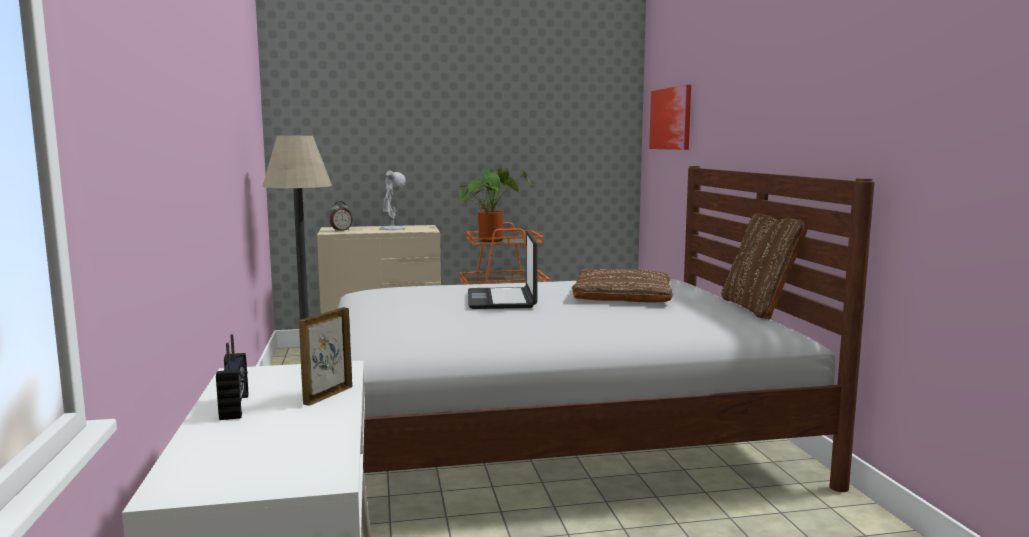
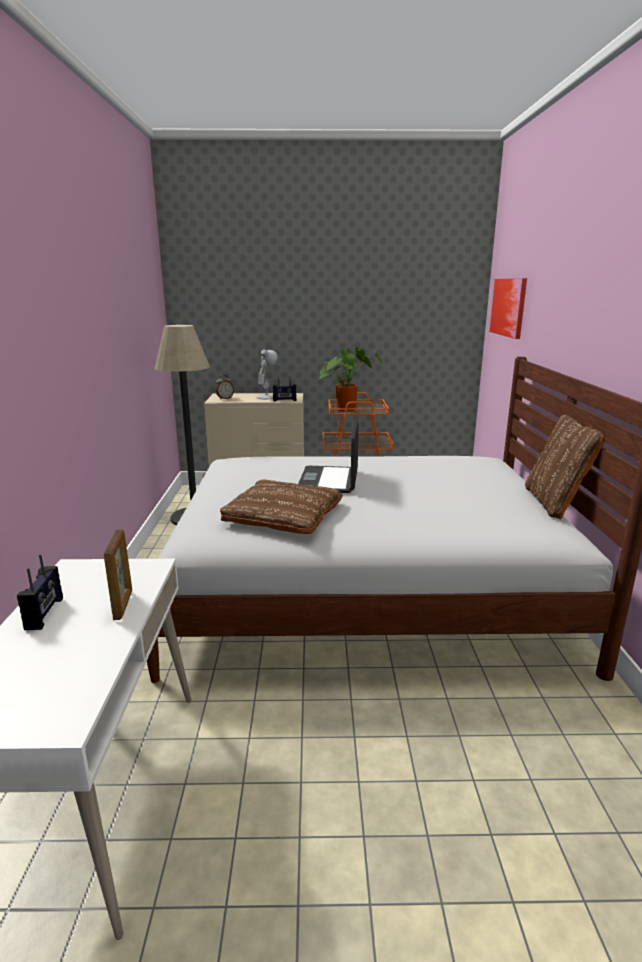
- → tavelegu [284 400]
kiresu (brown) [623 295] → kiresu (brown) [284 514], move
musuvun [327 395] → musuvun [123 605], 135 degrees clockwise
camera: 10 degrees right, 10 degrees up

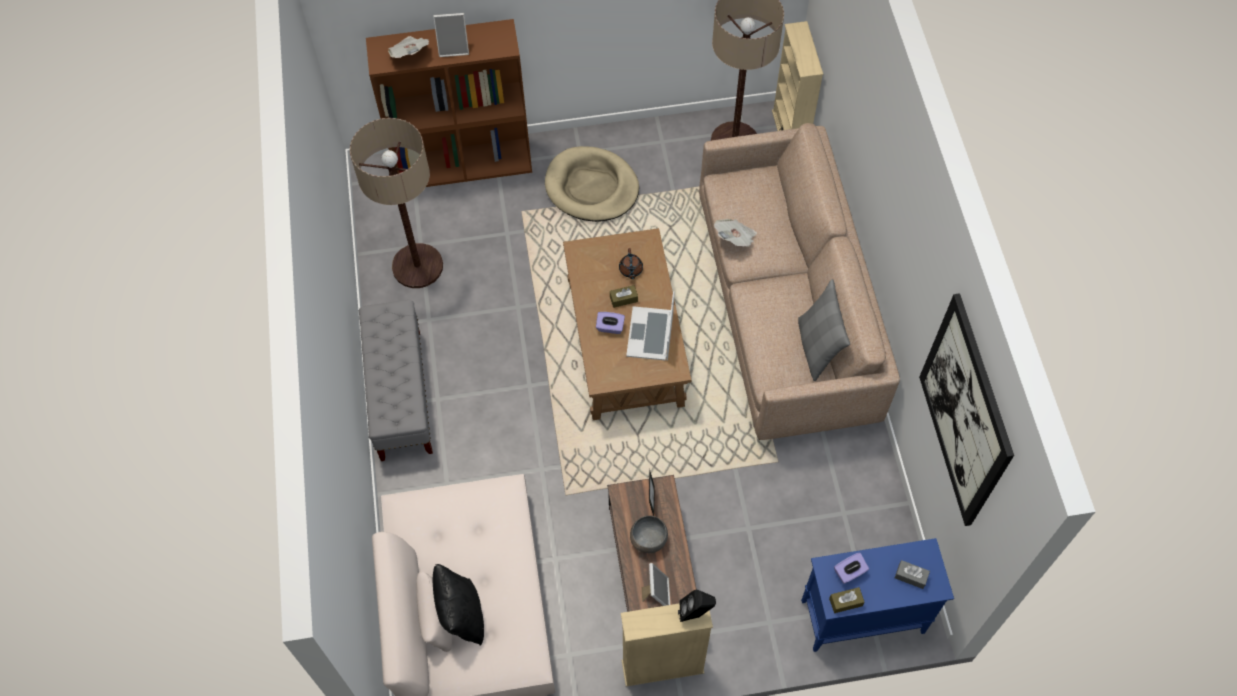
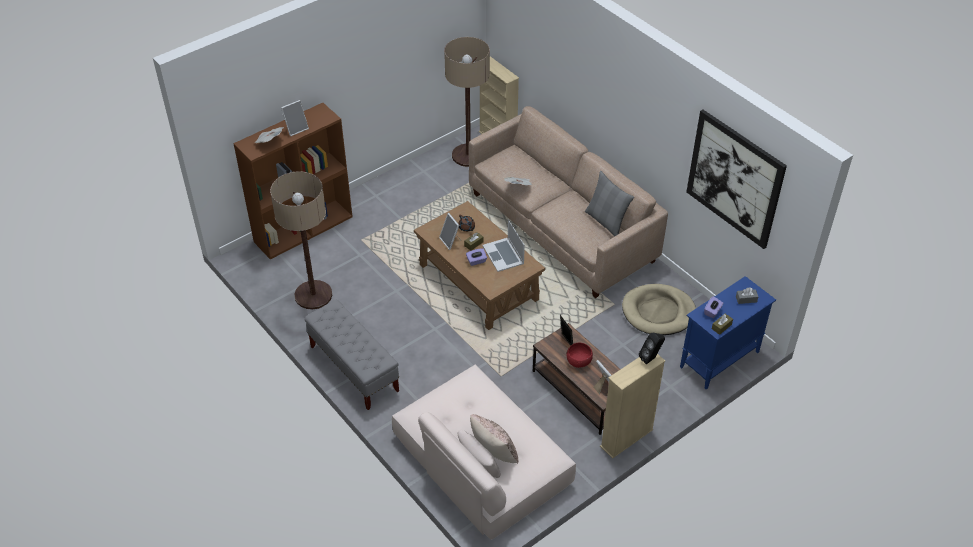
- → musuvun [450 241]
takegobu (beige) [591 187] → takegobu (beige) [658 312], move
kiresu (black) [461 615] → kiresu (beige) [493 453]
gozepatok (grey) [648 539] → gozepatok (red) [578 361]
camera: 30 degrees left, 15 degrees down

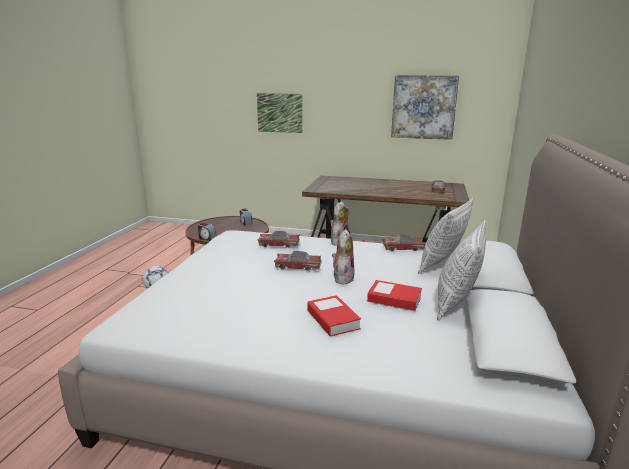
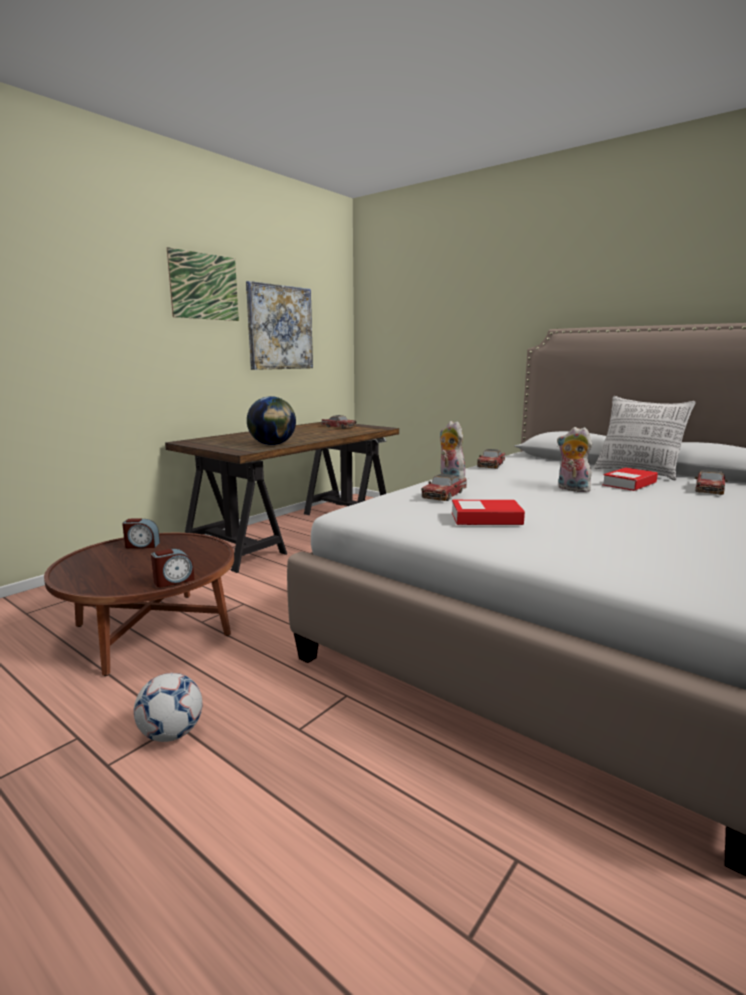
kiresu [442 265] → -
- → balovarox [272 444]
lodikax [279 113] → lodikax [204 286], move
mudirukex [298 266] → mudirukex [709 489], move
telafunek [333 319] → telafunek [486 519], move
camera: 65 degrees left, 5 degrees down

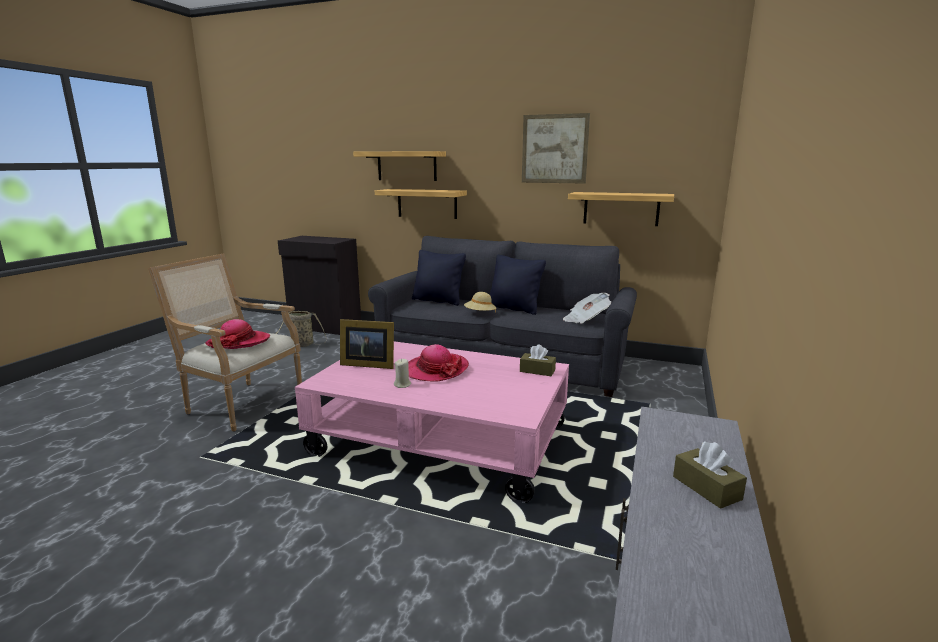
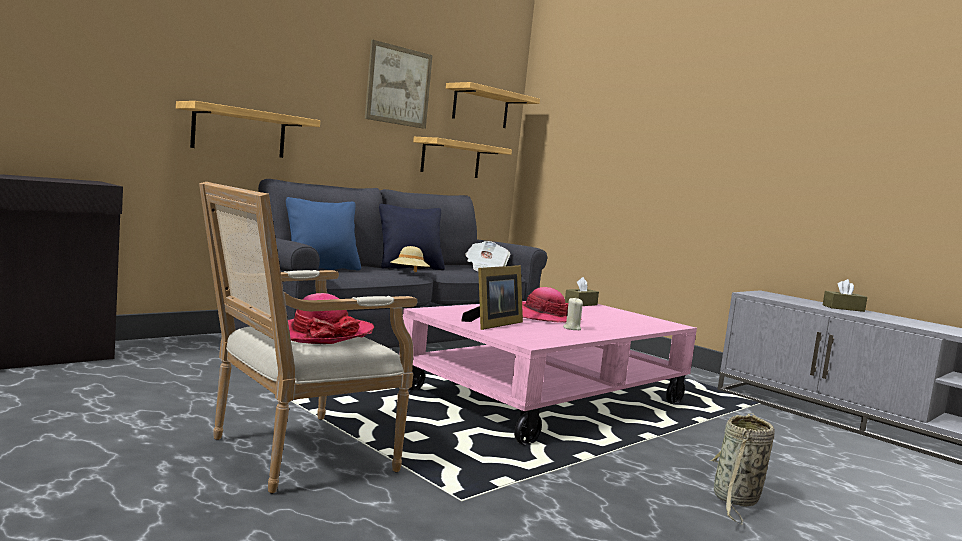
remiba [300 345] → remiba [735 501], move
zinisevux [406 166] → zinisevux [481 107], move
kiresu (black) [438 301] → kiresu (blue) [322 268]
camera: 65 degrees left, 10 degrees down

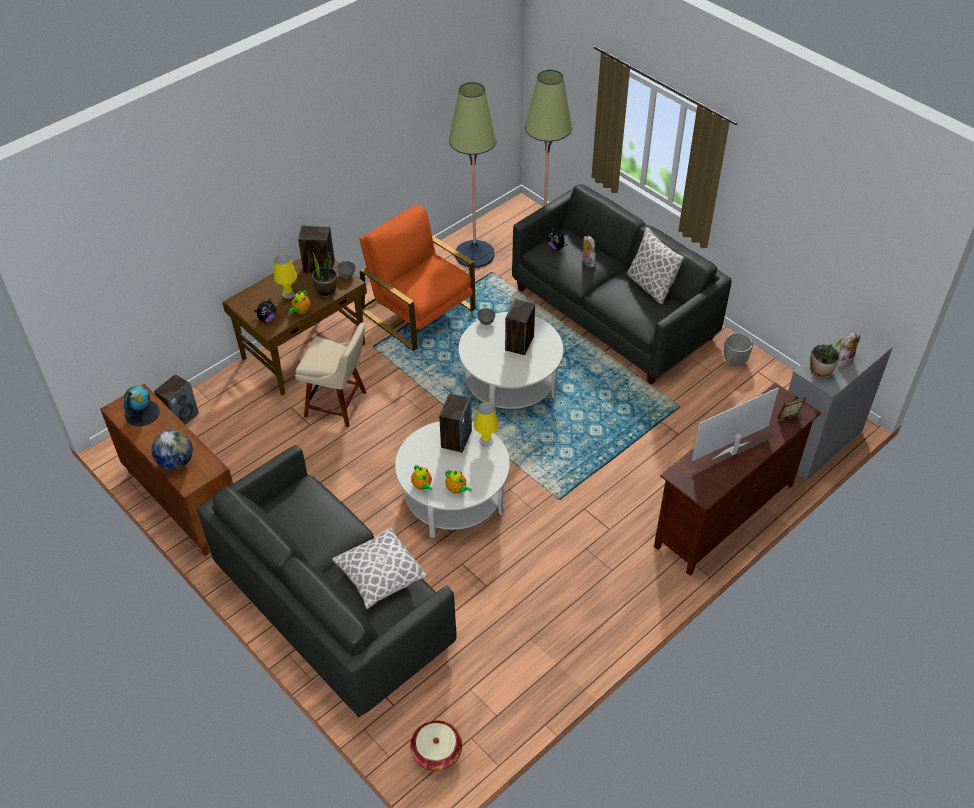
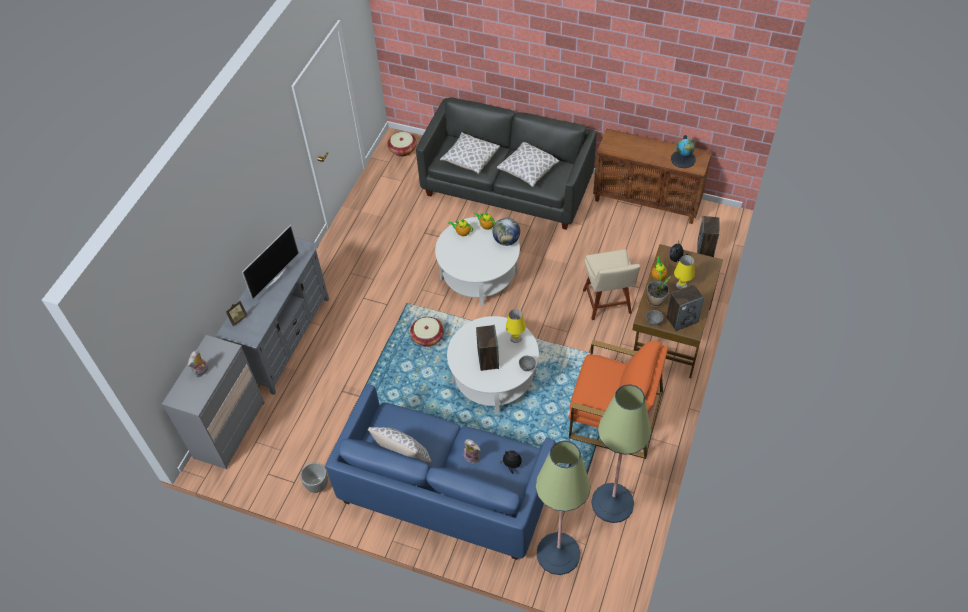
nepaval [456 439] → -
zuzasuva [820 371] → -
- → remiba [427 337]
- → kiresu [528 171]
balovarox [176 462] → balovarox [506 240], move
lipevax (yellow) [486 441] → lipevax (yellow) [515 338], move
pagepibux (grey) [613 313] → pagepibux (blue) [445 490]
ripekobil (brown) [725 516] → ripekobil (grey) [286 340]
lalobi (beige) [339 405] → lalobi (beige) [607 304], 90 degrees counterclockwise
camera: 155 degrees right, 5 degrees up

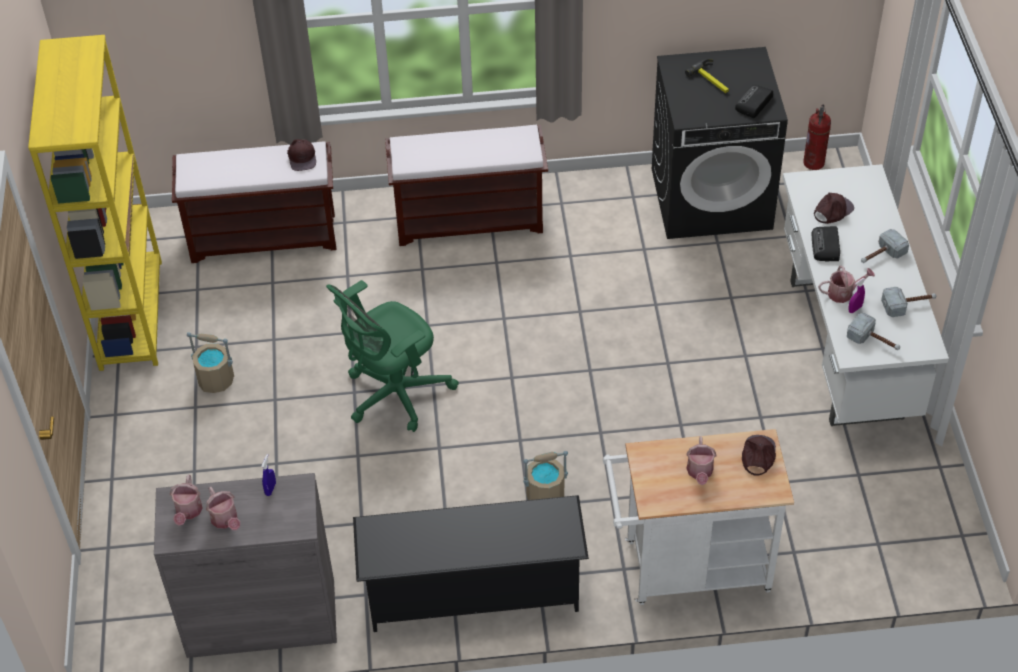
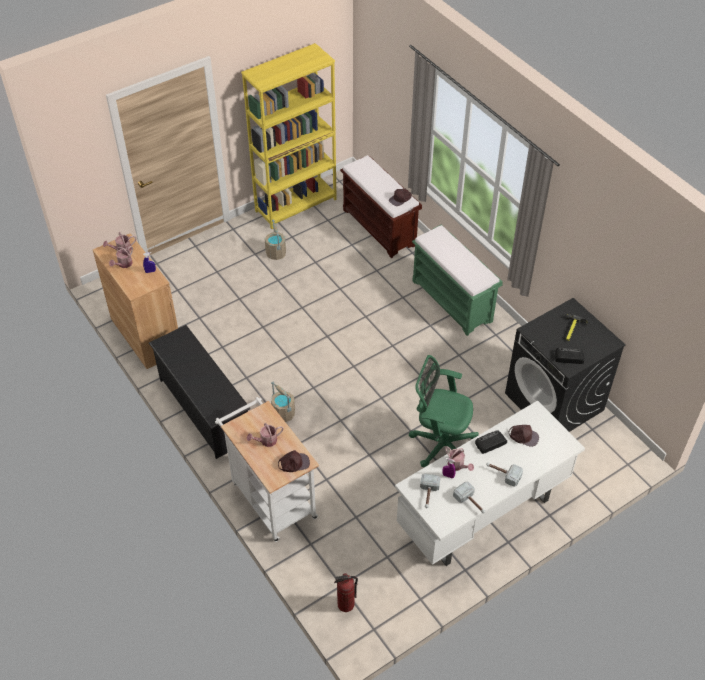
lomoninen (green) [393 395] → lomoninen (green) [440 444], move
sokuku [814 163] → sokuku [345 605], move
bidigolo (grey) [261 618] → bidigolo (brown) [146 335]
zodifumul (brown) [470 220] → zodifumul (green) [453 301]
camera: 60 degrees right, 0 degrees up

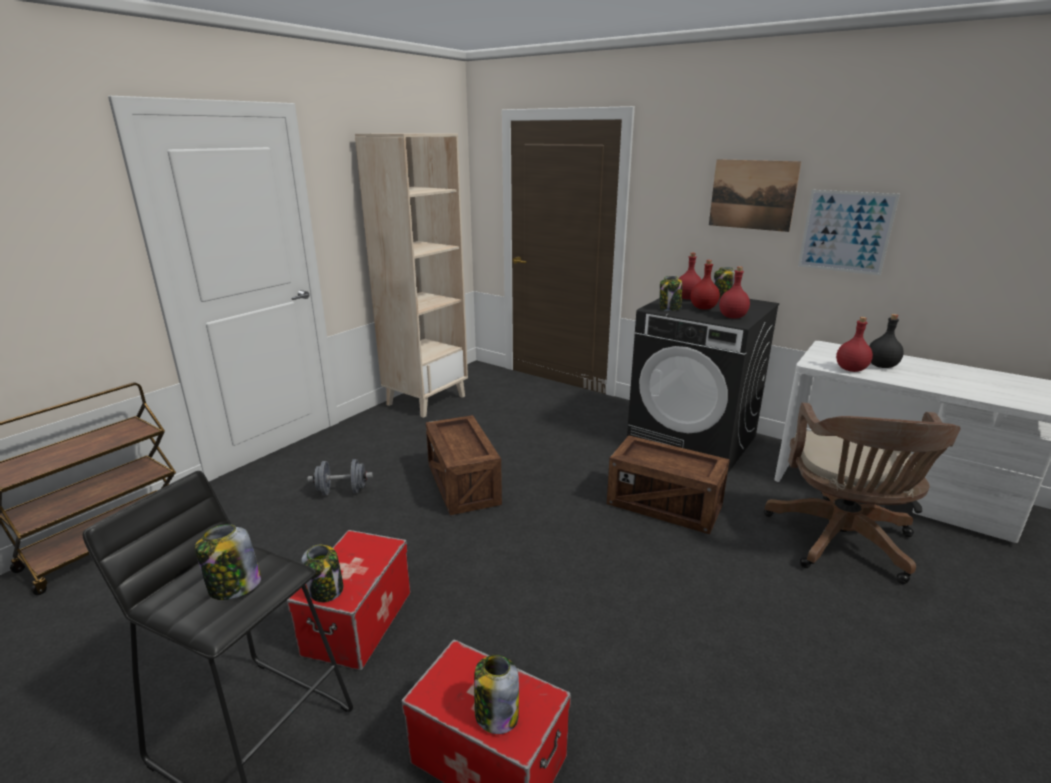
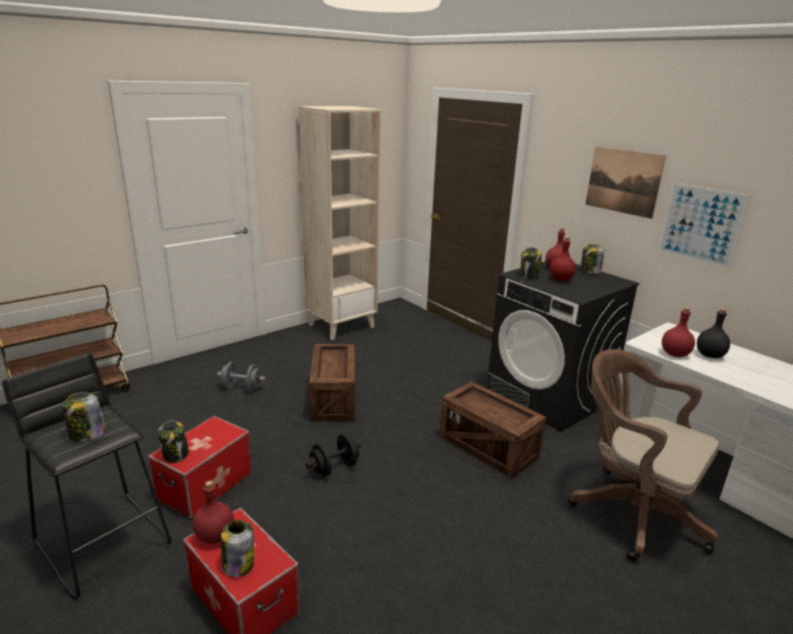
- → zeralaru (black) [334 468]
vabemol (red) [733 317] → vabemol (red) [215 536], move
lomoninen (brown) [842 543] → lomoninen (brown) [631 511], 105 degrees clockwise
camera: 15 degrees right, 0 degrees up

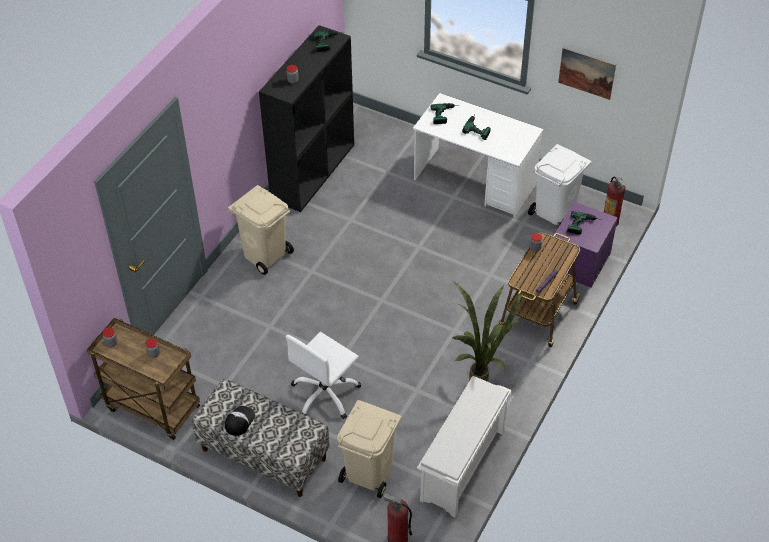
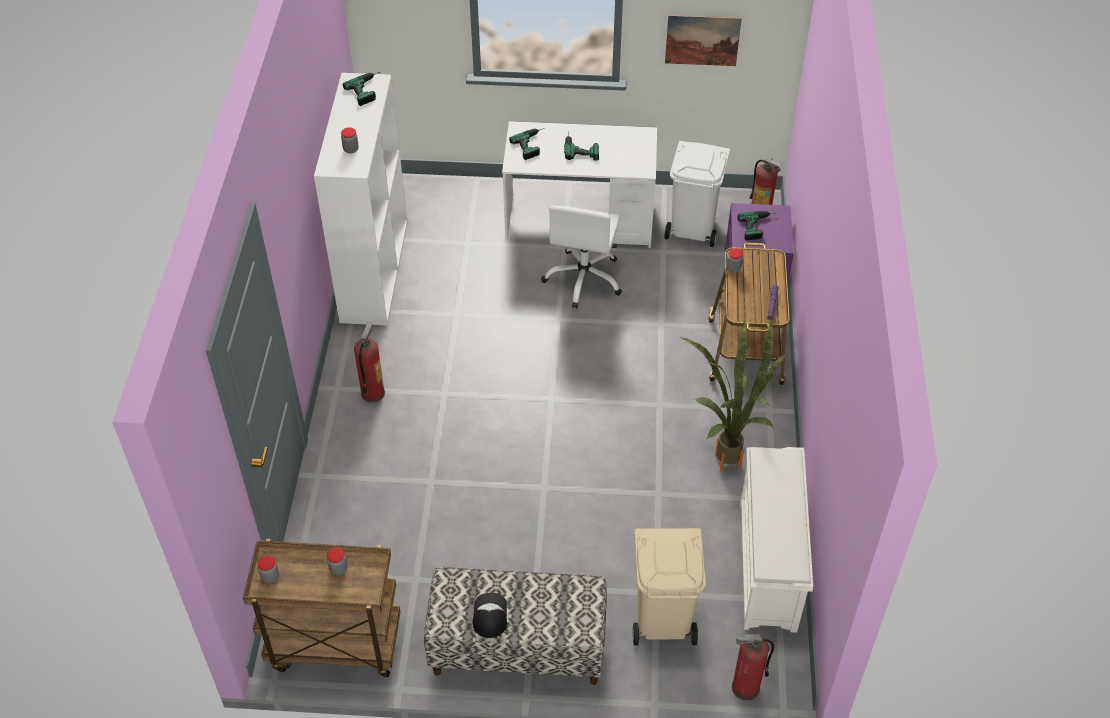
lomoninen (white) [325 394] → lomoninen (white) [584 279], move
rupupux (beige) [265 254] → sokuku [372 393]
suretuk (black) [312 171] → suretuk (white) [373 270]
camera: 25 degrees left, 0 degrees up

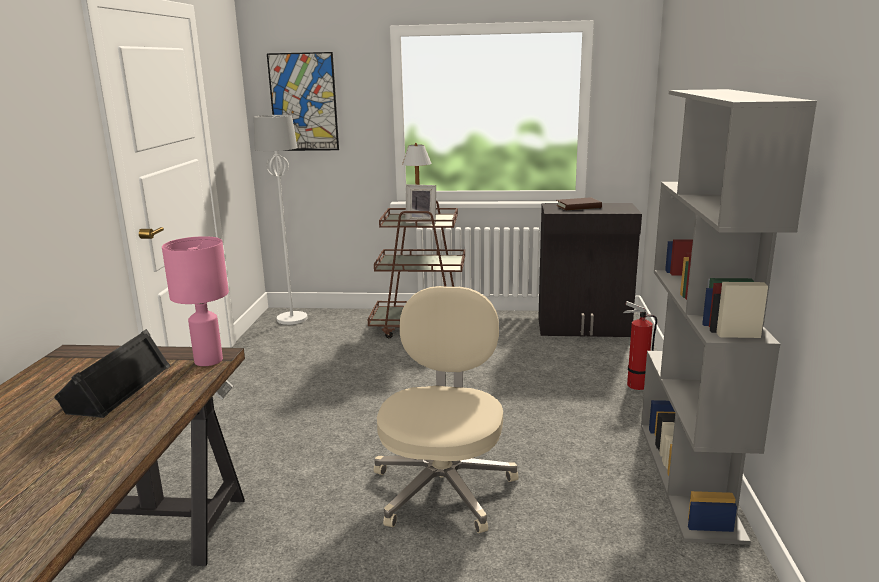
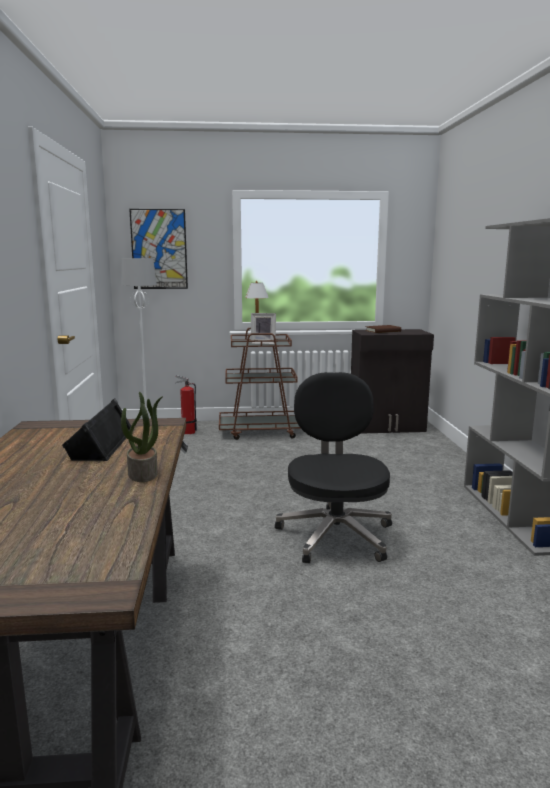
lipevax (pink) [209 360] → -
- → zuzasuva [143 474]
sokuku [634 384] → sokuku [187 432], move
lomoninen (beige) [443 487] → lomoninen (black) [335 534]
camera: 10 degrees left, 5 degrees down

